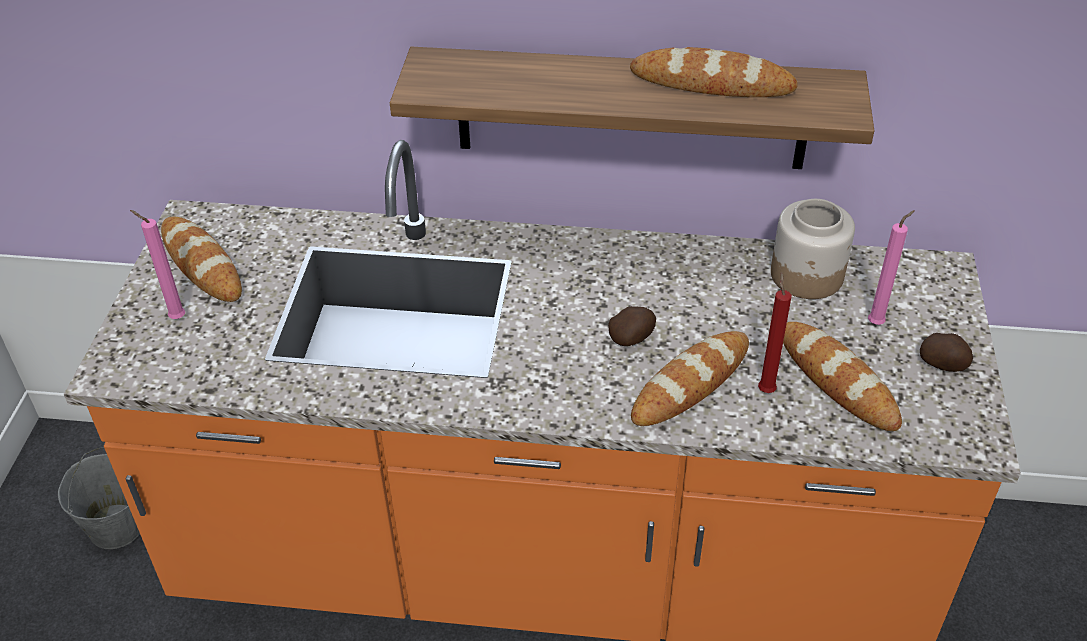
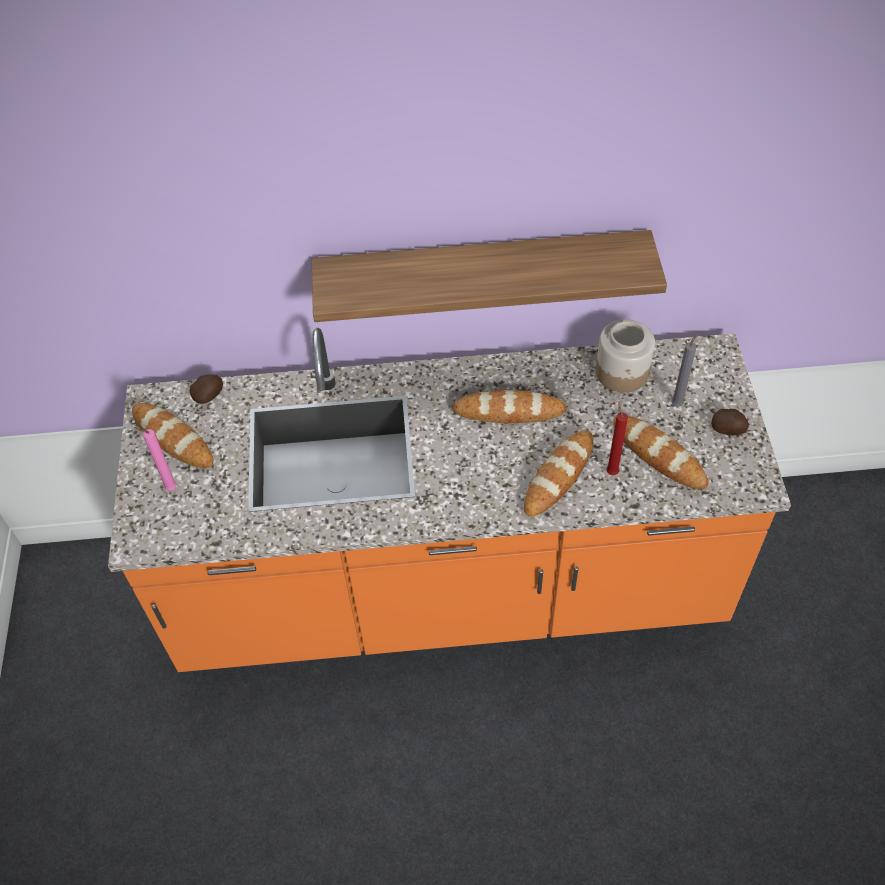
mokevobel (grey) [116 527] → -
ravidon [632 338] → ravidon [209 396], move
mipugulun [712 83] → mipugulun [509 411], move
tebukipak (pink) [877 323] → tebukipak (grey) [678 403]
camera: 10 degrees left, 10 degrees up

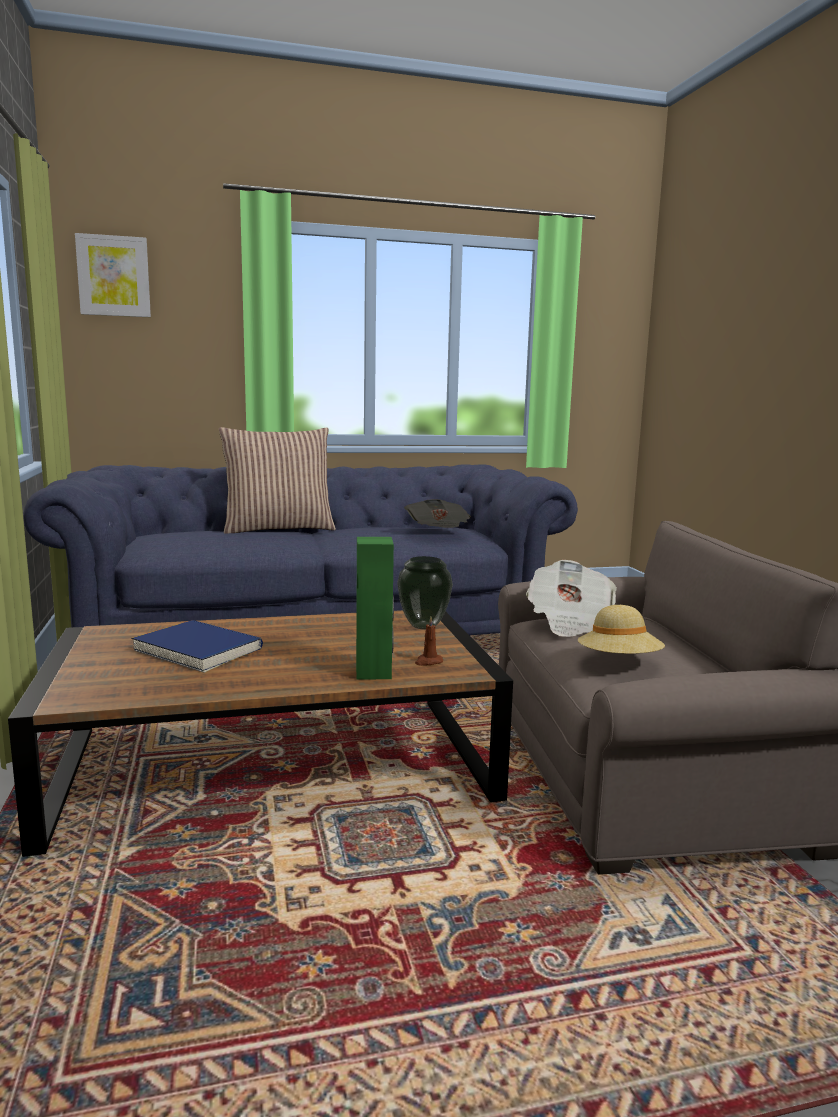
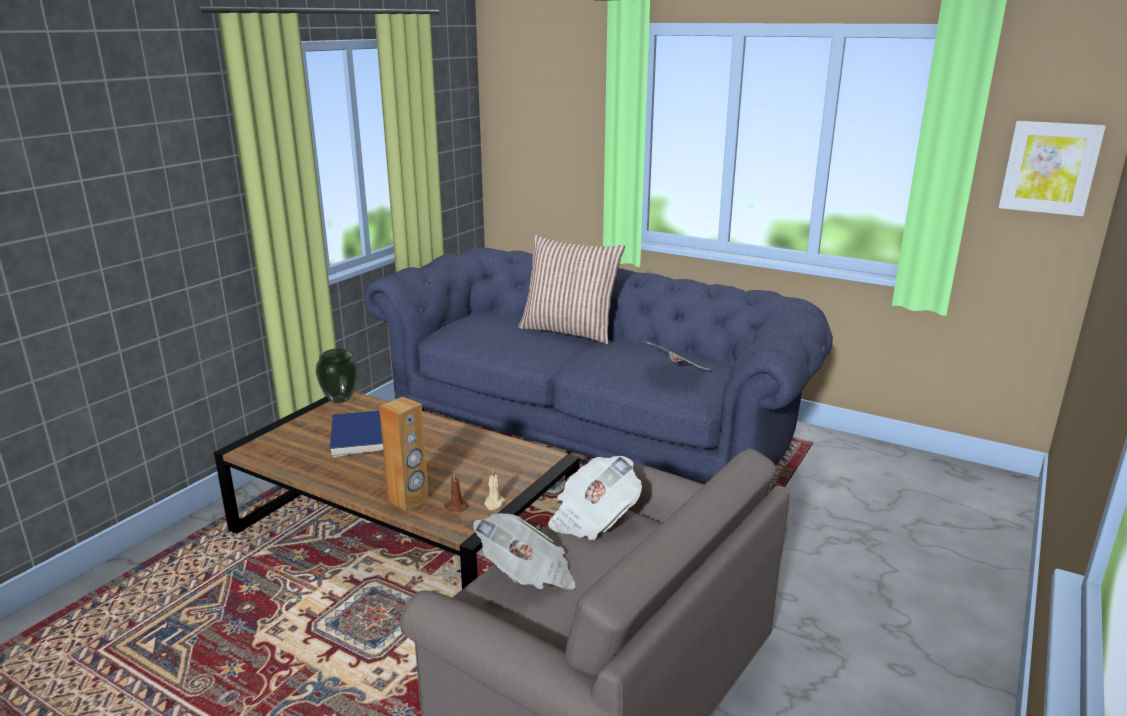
- → tebukipak (beige) [494 503]
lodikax [114 276] → lodikax [1049 167], move
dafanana [423 626] → dafanana [340 399], move
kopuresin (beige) [619 662] → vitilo [527 575]
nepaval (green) [374 672] → nepaval (brown) [408 500]
camera: 45 degrees right, 10 degrees up

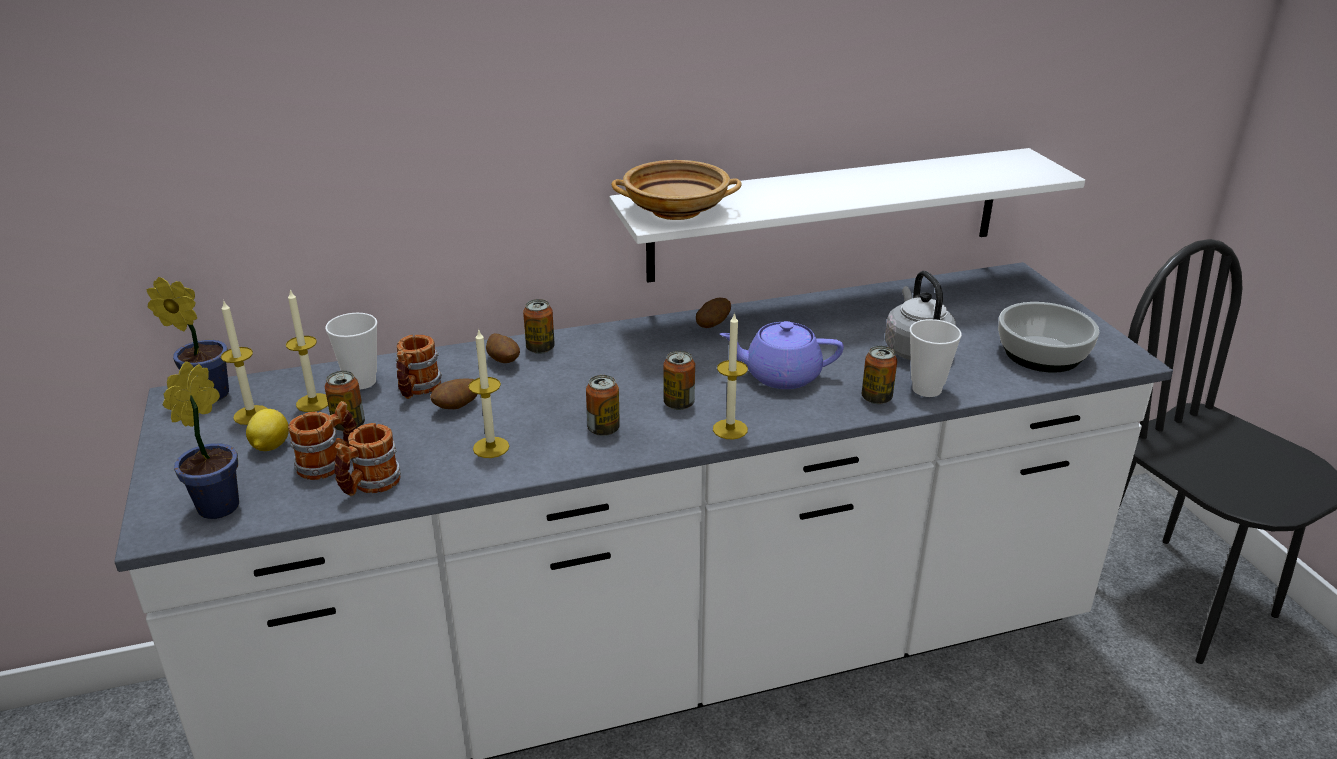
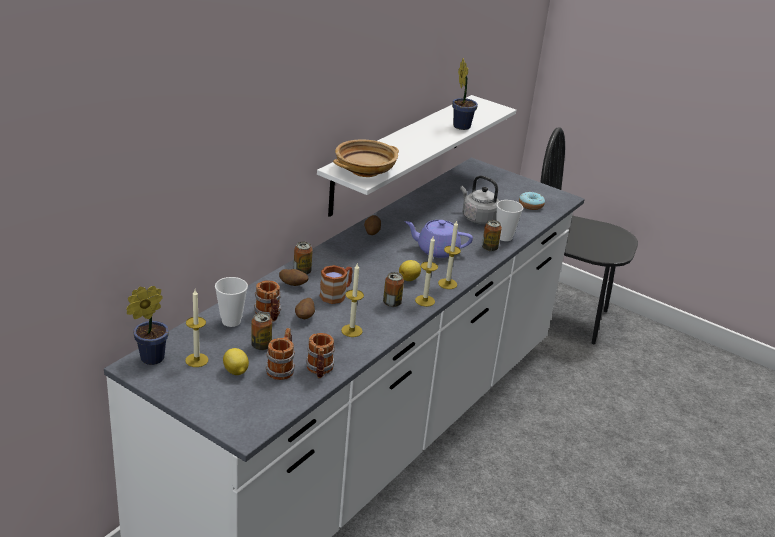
- → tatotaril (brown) [336 294]
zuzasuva [223 504] → zuzasuva [461 125], move
tebukipak [313 403] → tebukipak [425 301], move
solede [679 403] → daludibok [409 279]
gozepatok [1043 354] → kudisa [530 205]
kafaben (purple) [780 376] → kafaben (purple) [436 250], 45 degrees clockwise
camera: 40 degrees left, 0 degrees up

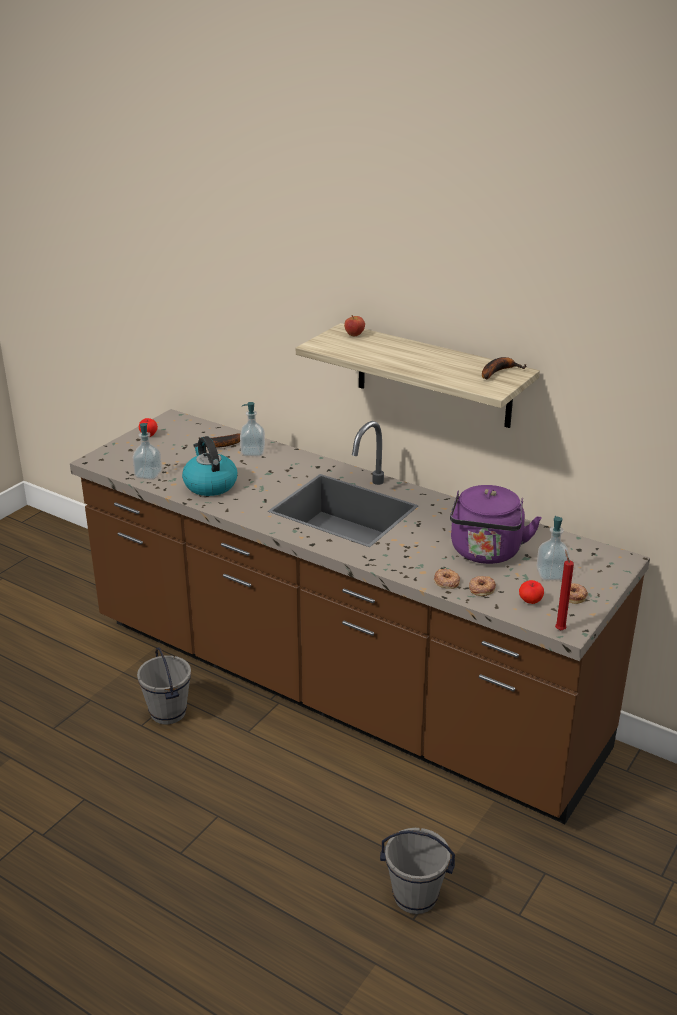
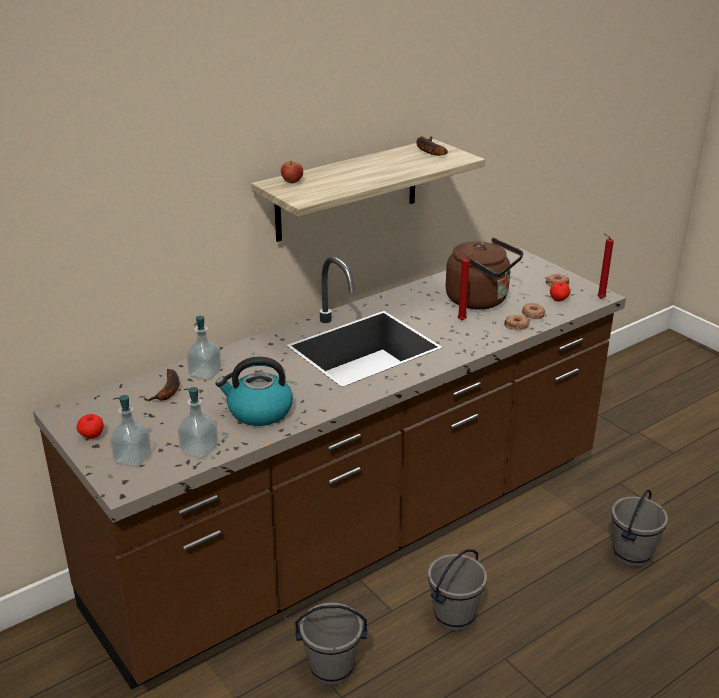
- → mokevobel (grey) [453 616]
- → tebukipak (red) [463 321]
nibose [551 574] → nibose [133 458], move
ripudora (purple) [486 553] → ripudora (brown) [481 300]
camera: 70 degrees left, 0 degrees up

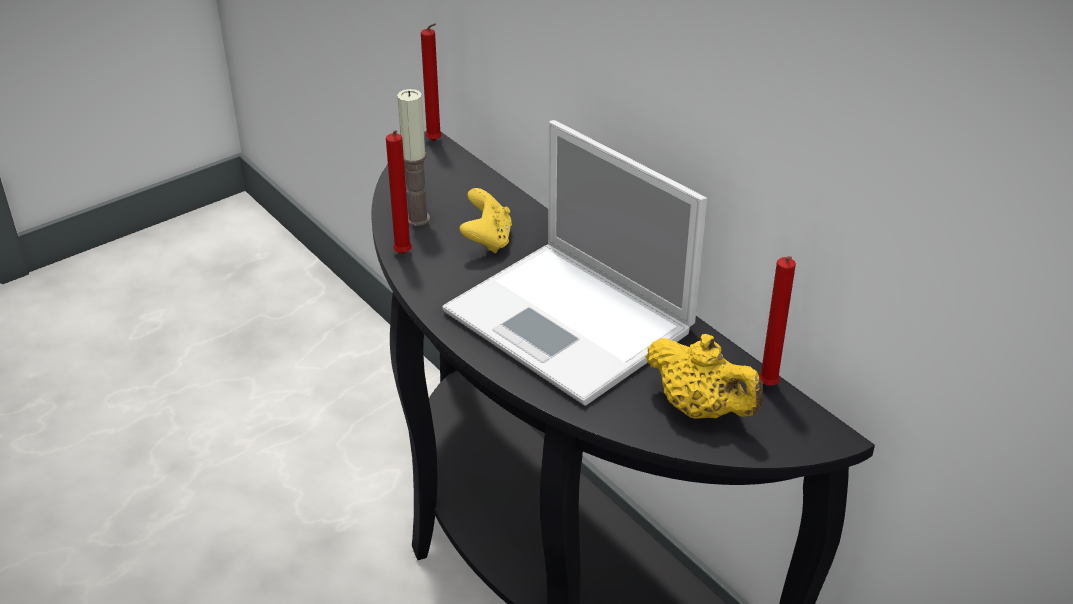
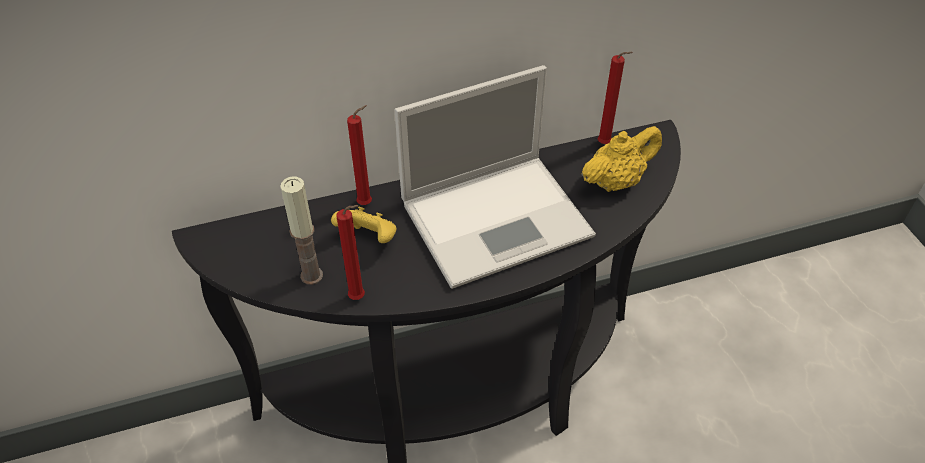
tebukipak (red) [435 142] → tebukipak (red) [367 203], move
camera: 70 degrees left, 10 degrees up

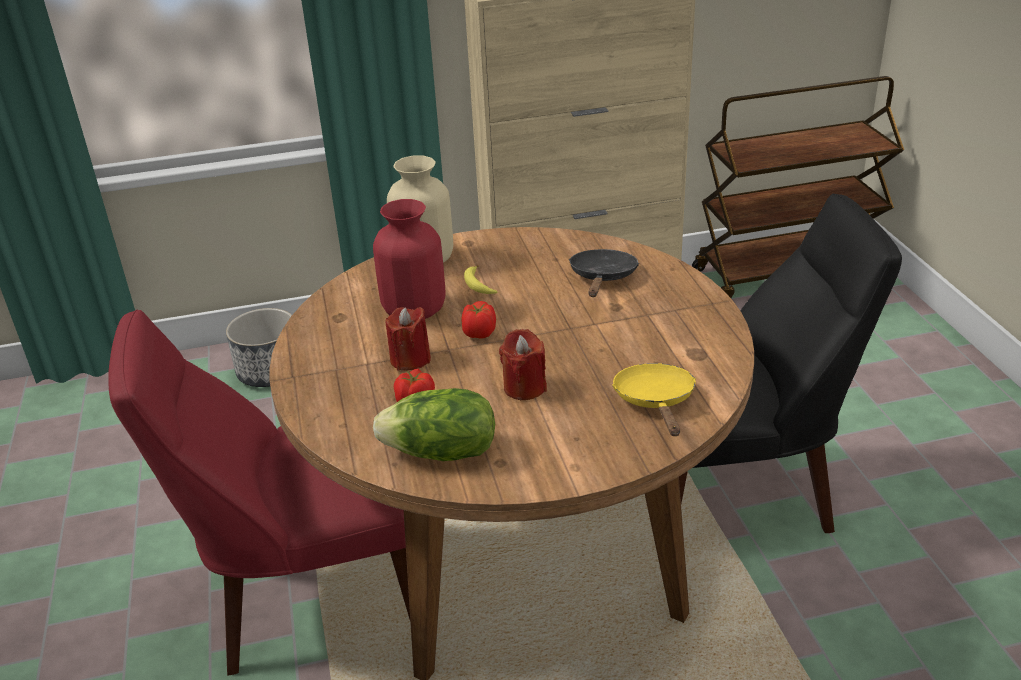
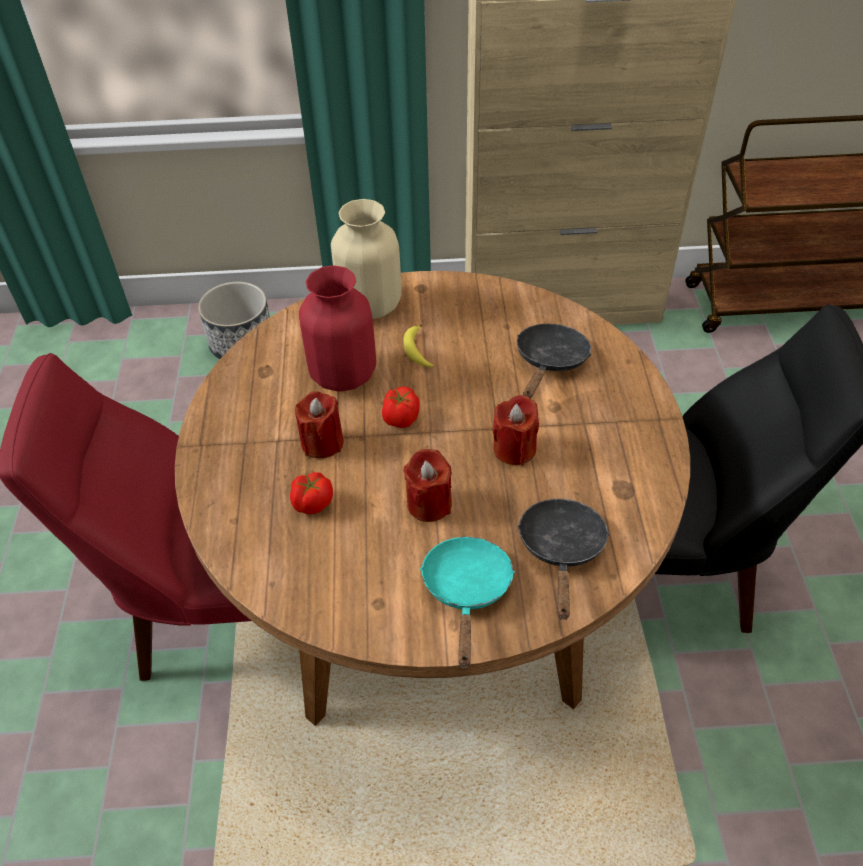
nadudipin [441 453] → -
- → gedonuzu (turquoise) [467 591]
- → tebukipak (red) [514 448]
gedonuzu (yellow) [655 401] → gedonuzu (black) [561 550]
camera: 10 degrees right, 15 degrees up

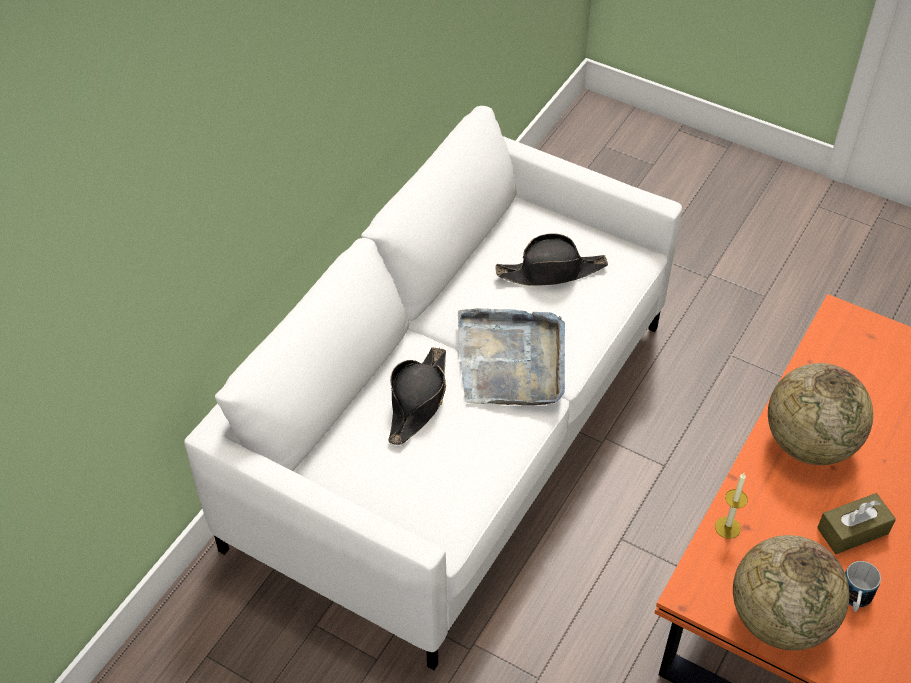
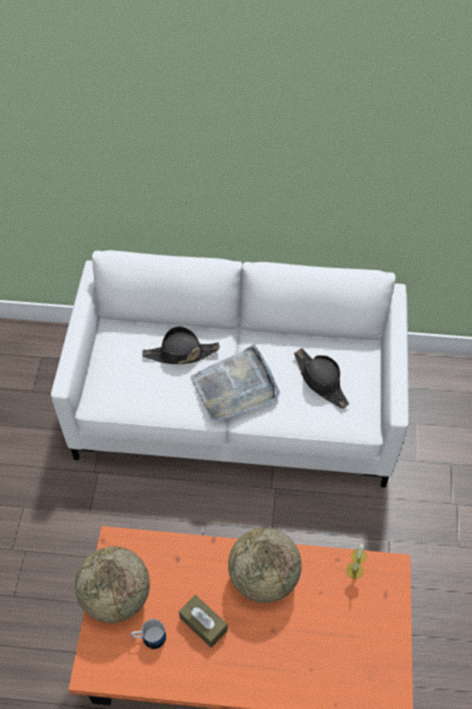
tebukipak [727 527] → tebukipak [354 570], move
camera: 65 degrees right, 5 degrees up

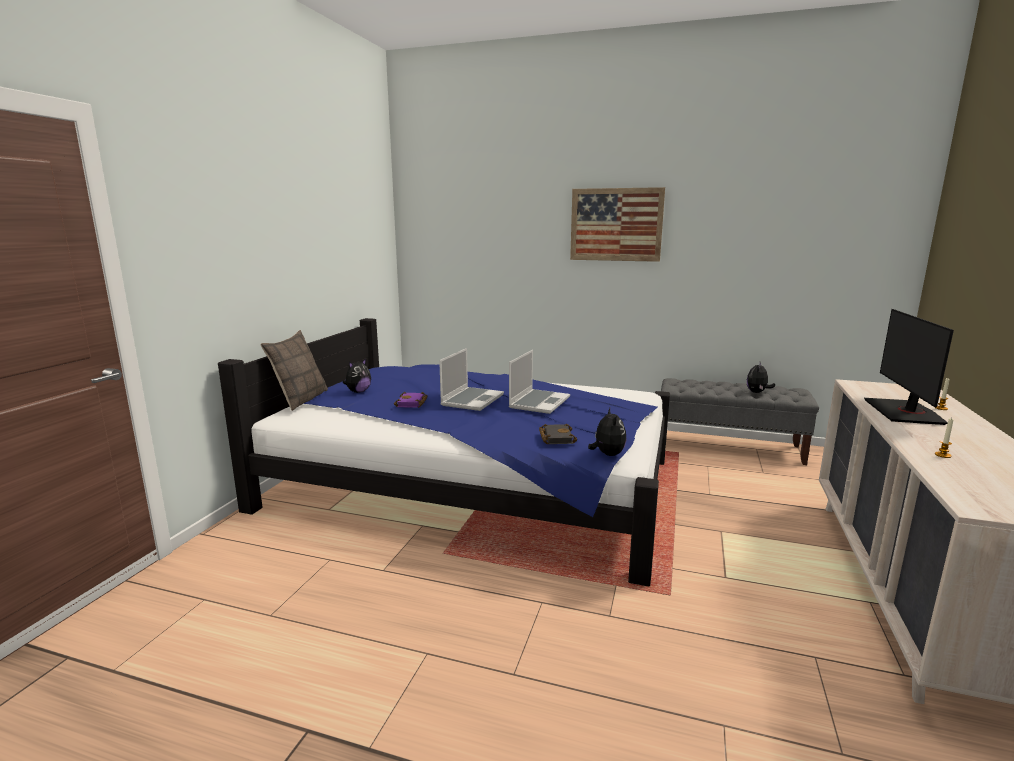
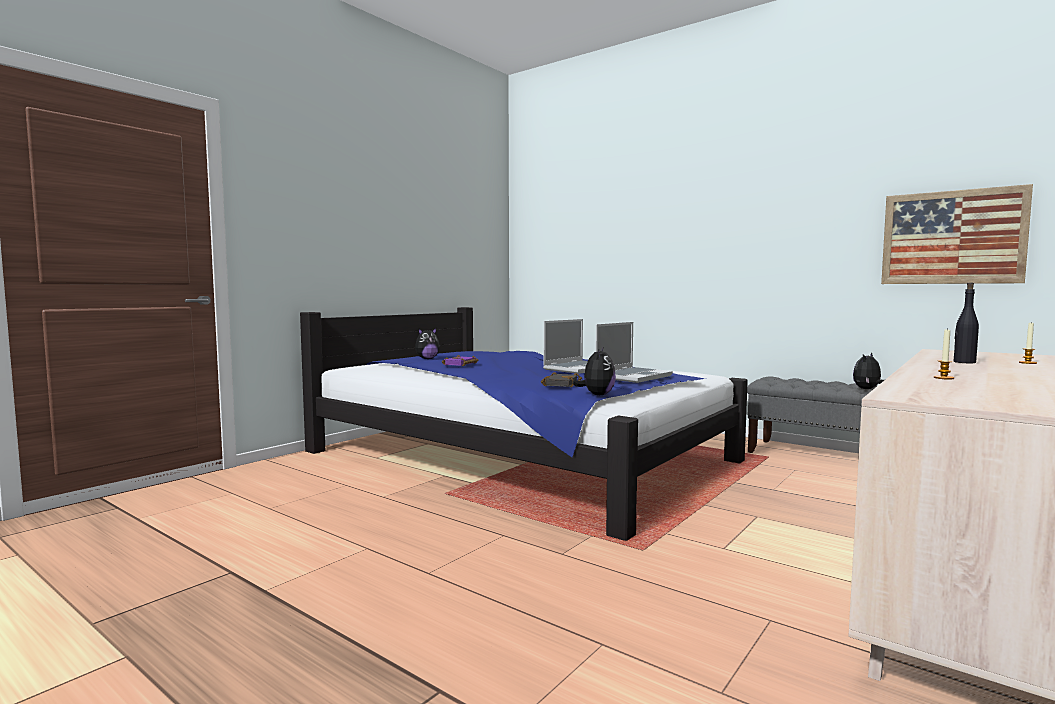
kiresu [300 399] → -
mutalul [472 400] → mutalul [633 376], move
lodikax [616 225] → lodikax [952 237], move
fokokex [904 412] → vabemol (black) [964 362]
camera: 20 degrees right, 10 degrees down

